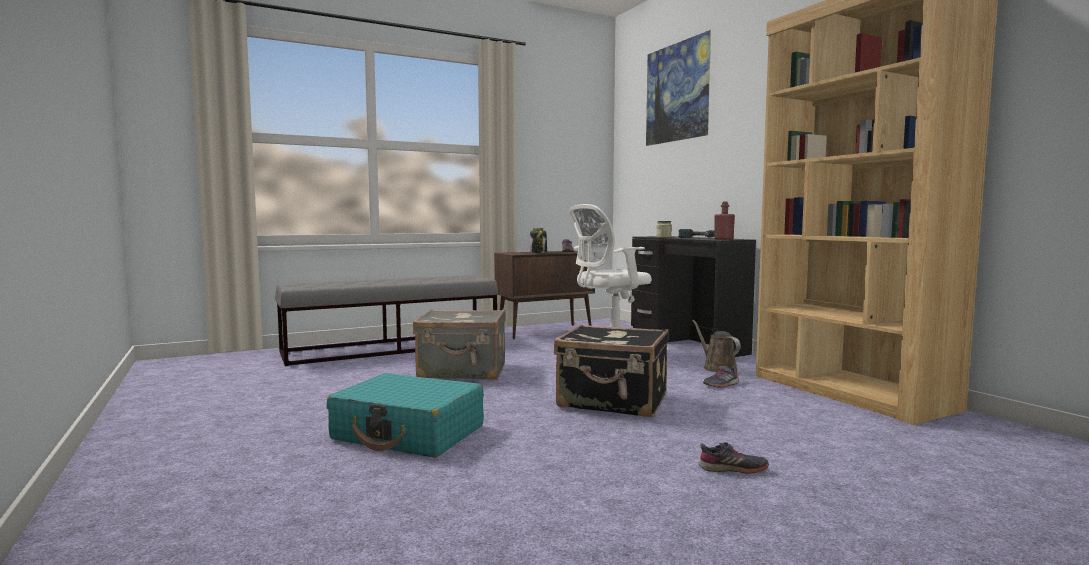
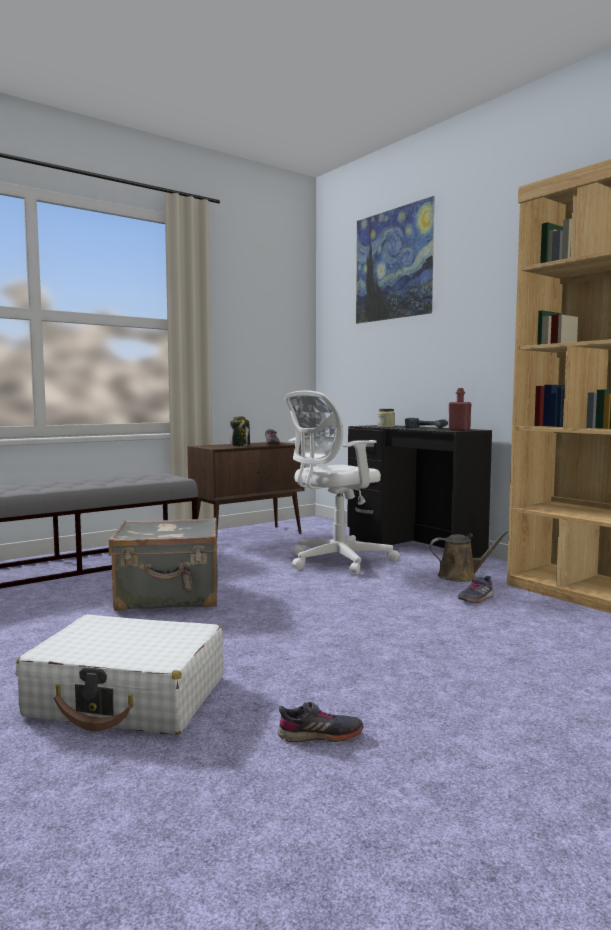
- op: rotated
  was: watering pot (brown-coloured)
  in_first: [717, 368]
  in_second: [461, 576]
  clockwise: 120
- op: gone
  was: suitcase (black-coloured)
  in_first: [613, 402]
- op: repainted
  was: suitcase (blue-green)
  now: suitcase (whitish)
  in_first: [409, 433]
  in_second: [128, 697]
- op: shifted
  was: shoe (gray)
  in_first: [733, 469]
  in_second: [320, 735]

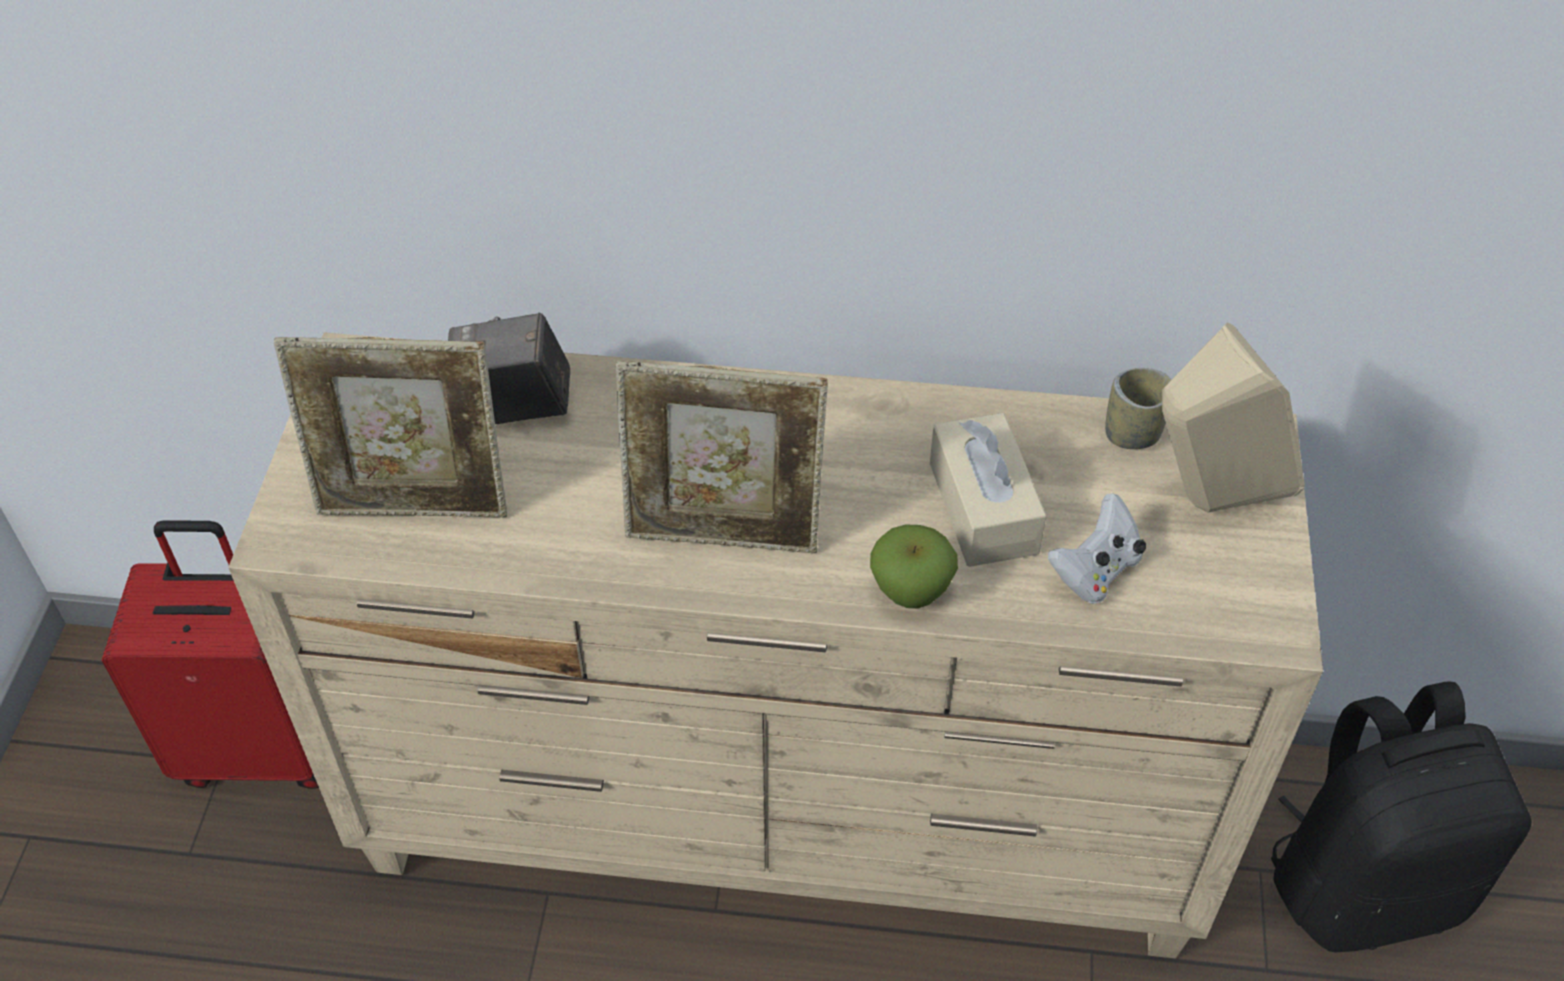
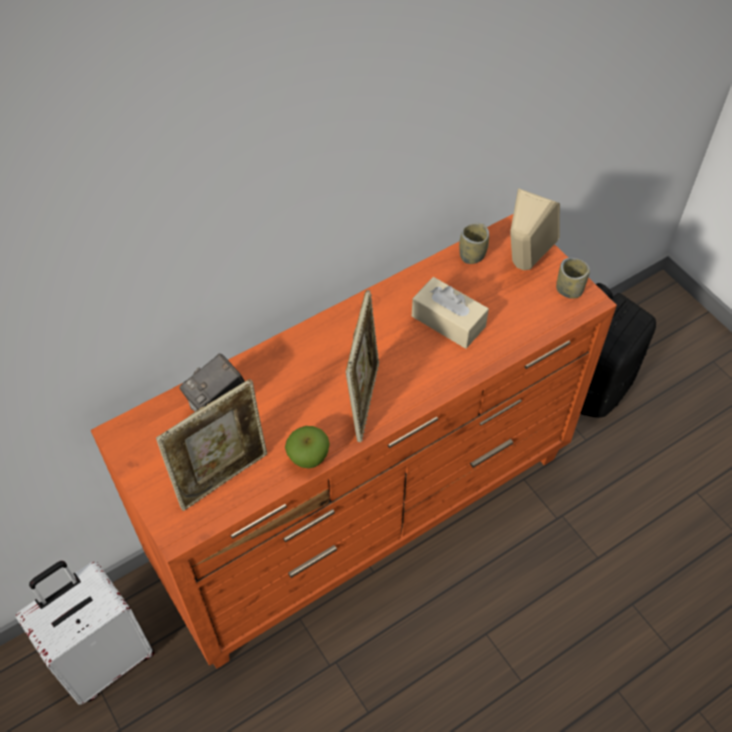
- op: repainted
  was: dresser (beige)
  now: dresser (orangey)
  in_first: [785, 818]
  in_second: [367, 514]
- op: rotated
  was: photo frame
  in_first: [724, 536]
  in_second: [364, 400]
  clockwise: -45
- op: gone
  was: gamepad (whitish)
  in_first: [1095, 571]
- op: repainted
  was: suitcase (reddish)
  now: suitcase (whitish)
  in_first: [260, 744]
  in_second: [105, 657]
- op: shifted
  was: whole apple
  in_first: [910, 591]
  in_second: [308, 458]
- op: new
  now: small cup
  in_second: [569, 290]

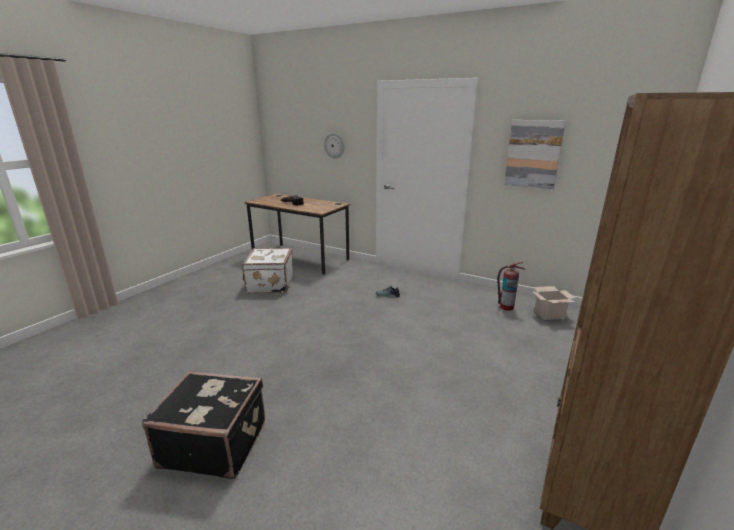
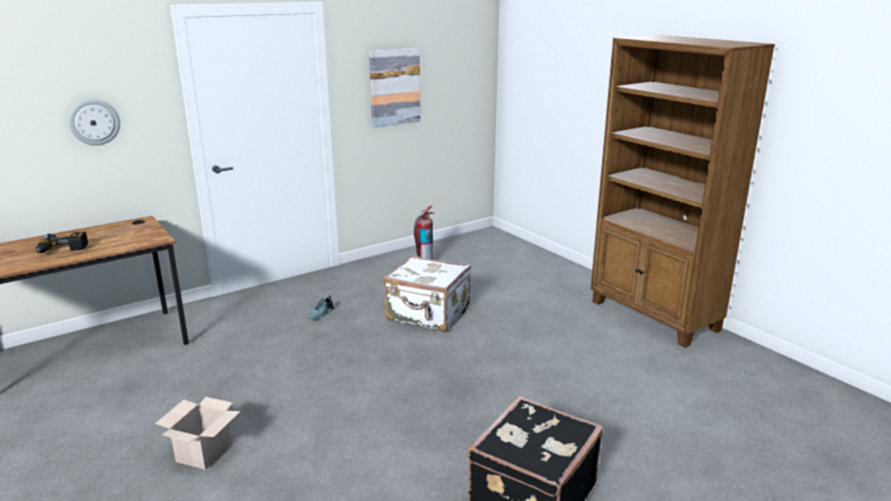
- op: shifted
  was: suitcase (whitish)
  in_first: [269, 284]
  in_second: [428, 315]
- op: shifted
  was: cardboard box
  in_first: [549, 314]
  in_second: [204, 451]

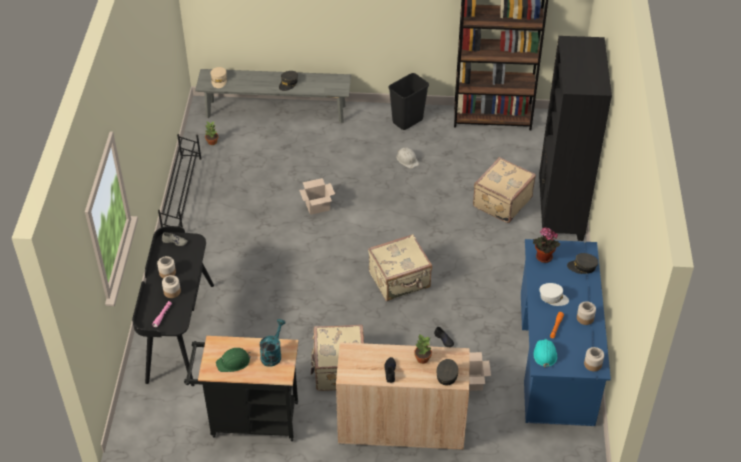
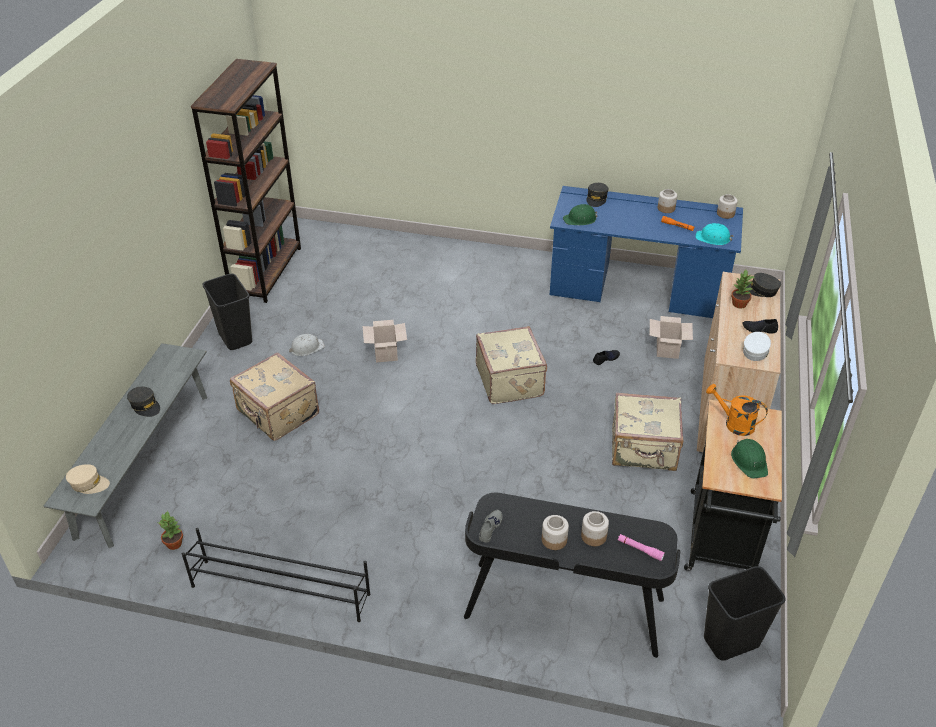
- op: gone
  was: bookshelf (black-coloured)
  in_first: [560, 211]
- op: shifted
  was: suitcase (beige)
  in_first: [501, 202]
  in_second: [277, 414]
- op: shifted
  was: cardboard box
  in_first: [317, 207]
  in_second: [386, 353]
- op: swapped
  was: plant in a pot
  now: hard hat (green-coloured)
  in_first: [543, 258]
  in_second: [580, 219]
- op: shifted
  was: baseball cap (whitish)
  in_first: [553, 298]
  in_second: [755, 351]
- op: repainted
  was: watering pot (blue-green)
  now: watering pot (orangey)
  in_first: [272, 354]
  in_second: [734, 424]
- op: new
  now: rubbish bin (black-coloured)
  in_second: [731, 642]

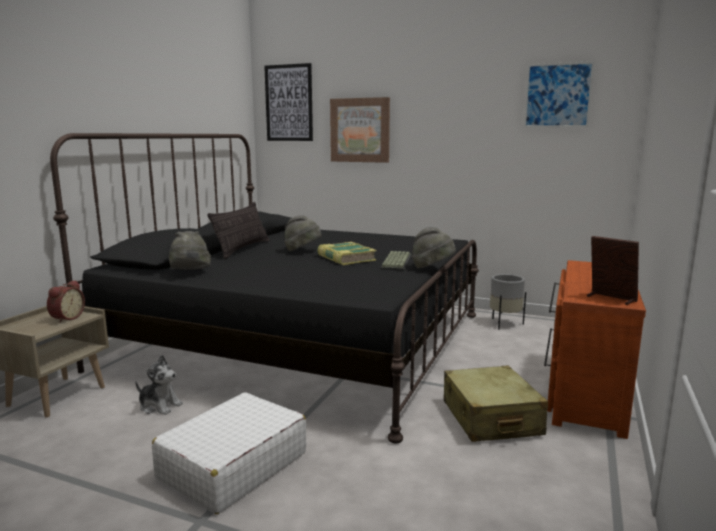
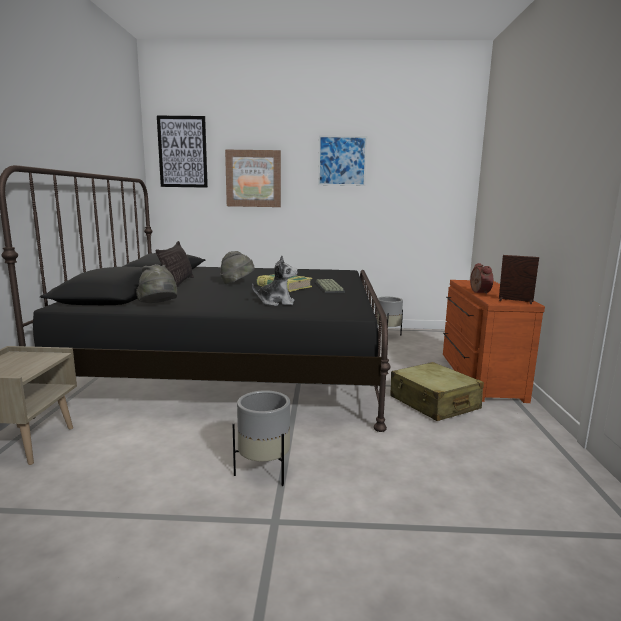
- op: shifted
  was: picture
  in_first: [557, 95]
  in_second: [342, 161]
- op: gone
  was: hat (gray)
  in_first: [432, 268]
- op: shifted
  was: bedside clock
  in_first: [66, 318]
  in_second: [478, 292]
- op: shifted
  was: plush toy
  in_first: [159, 406]
  in_second: [276, 302]
- op: swapped
  was: suitcase (whitish)
  now: flower pot (gray)
  in_first: [232, 466]
  in_second: [264, 472]

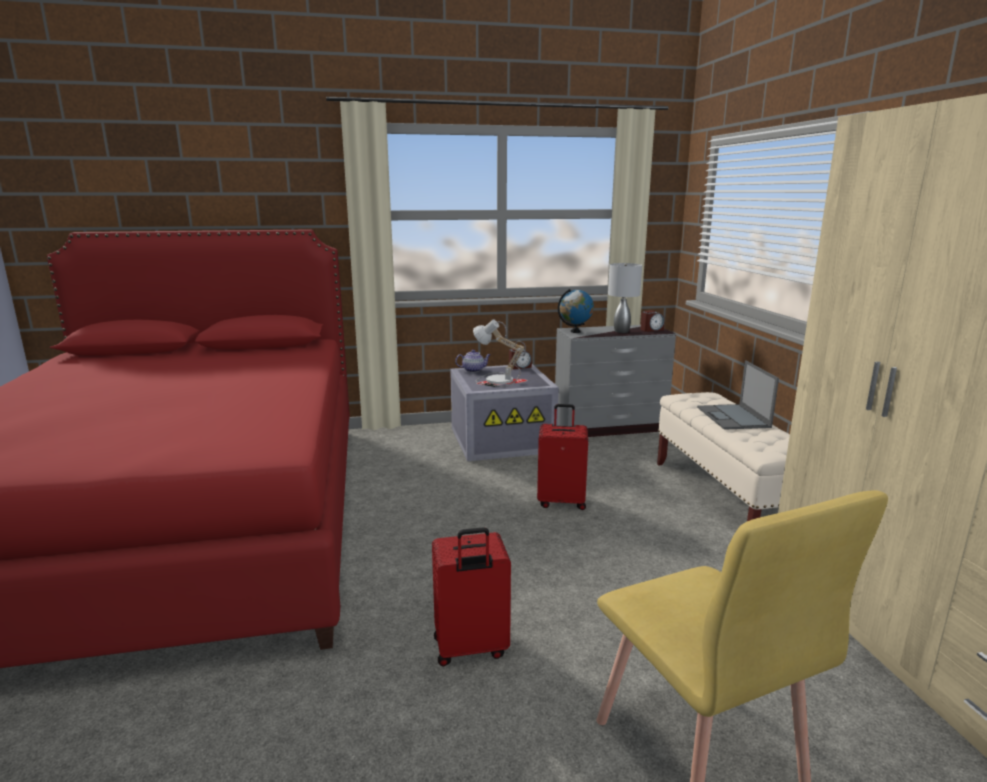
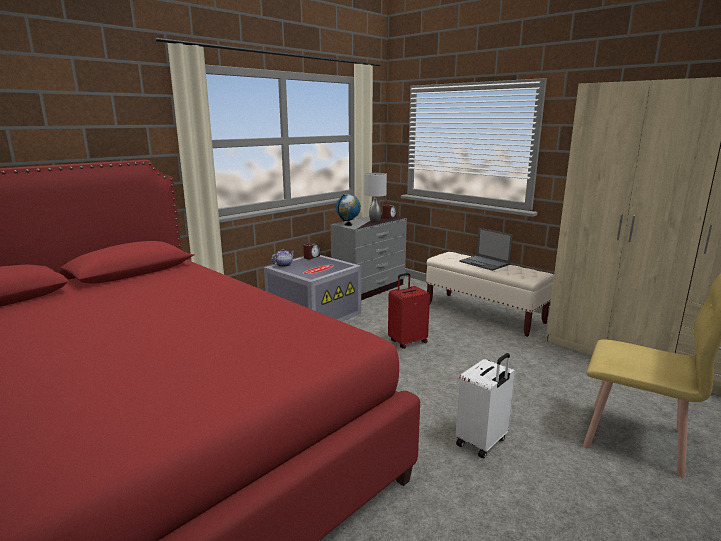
- op: gone
  was: tabletop lamp
  in_first: [496, 380]
- op: repainted
  was: suitcase (reddish)
  now: suitcase (whitish)
  in_first: [470, 649]
  in_second: [482, 442]

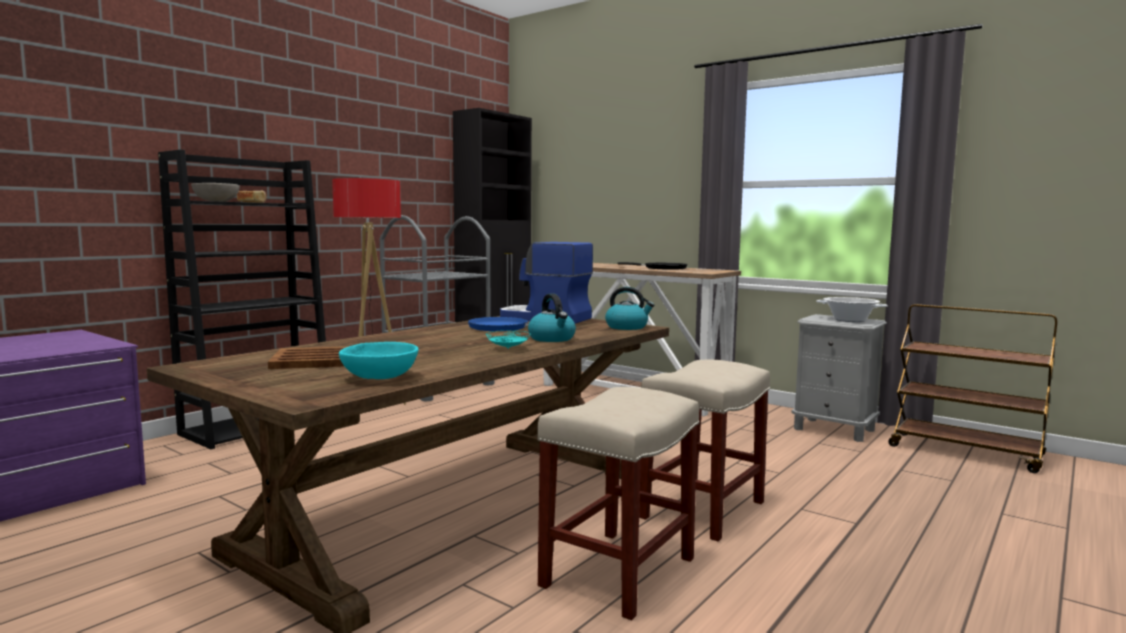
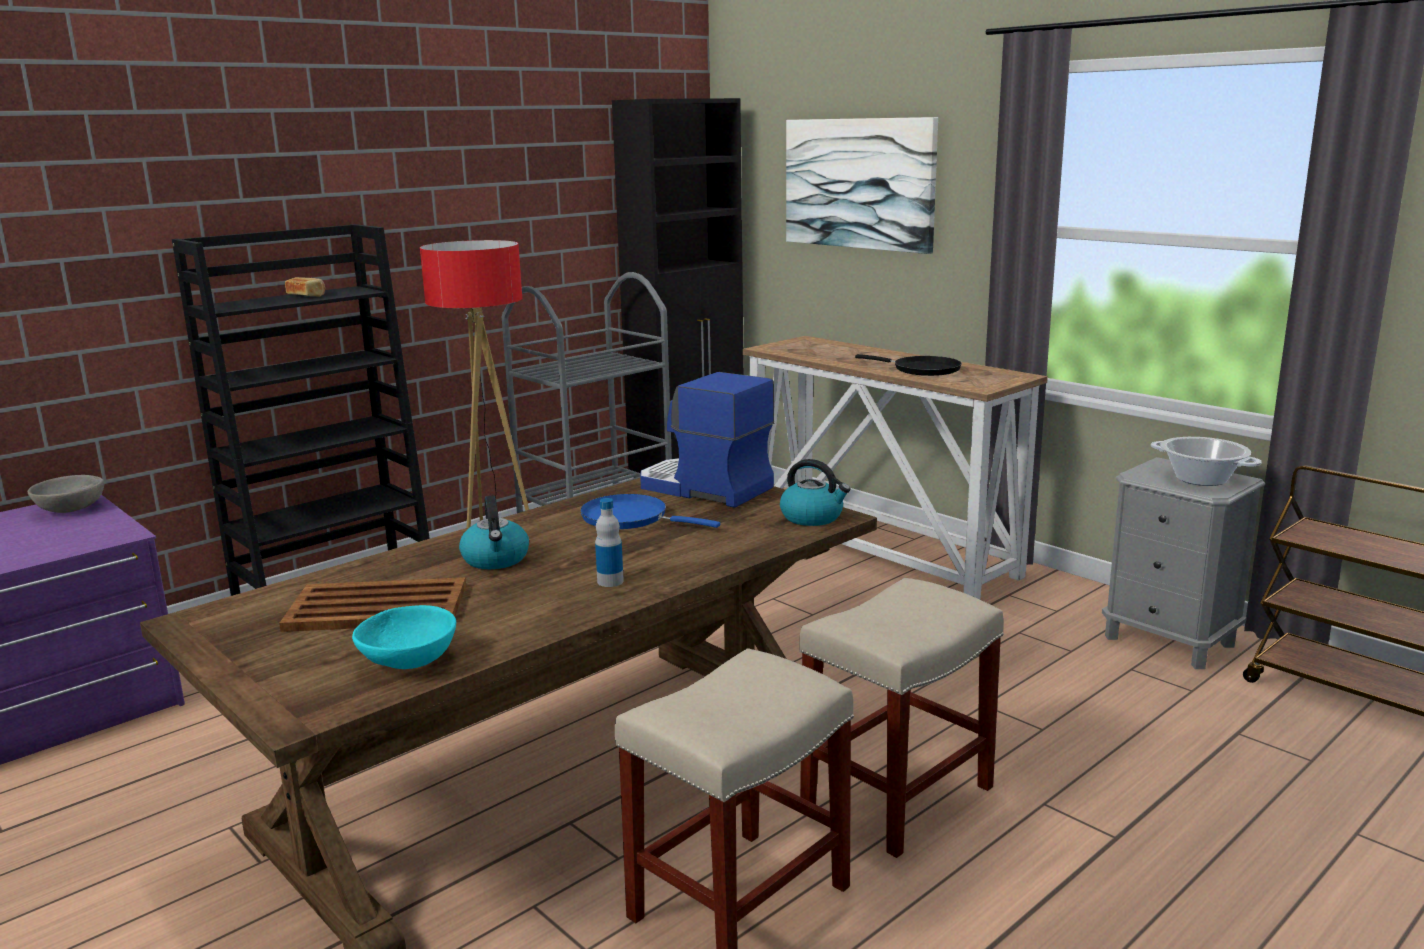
- op: shifted
  was: deep dish (gray)
  in_first: [217, 201]
  in_second: [72, 509]
- op: shifted
  was: water kettle
  in_first: [552, 339]
  in_second: [496, 560]
- op: swapped
  was: dinner plate (blue-green)
  now: beverage bottle
  in_first: [508, 348]
  in_second: [610, 581]
- op: new
  now: picture
  in_second: [859, 183]

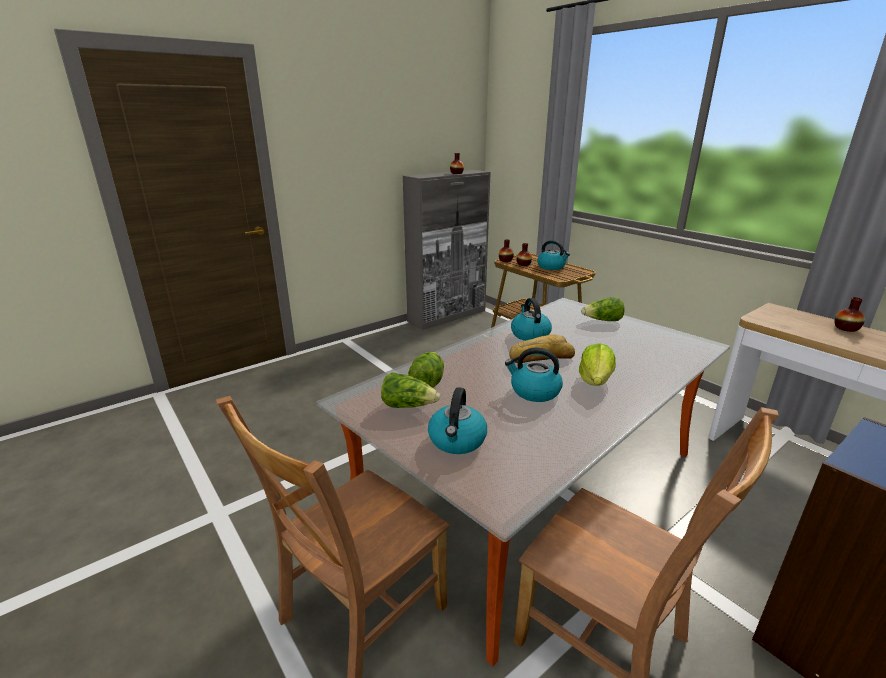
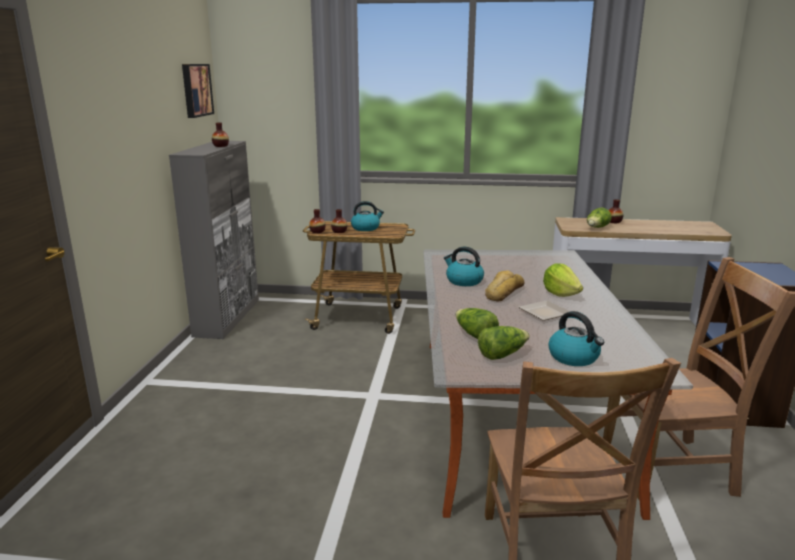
- op: shifted
  was: lettuce
  in_first: [602, 321]
  in_second: [597, 228]
- op: swapped
  was: water kettle
  now: dinner plate
  in_first: [534, 391]
  in_second: [547, 313]
- op: new
  now: picture
  in_second: [195, 90]

